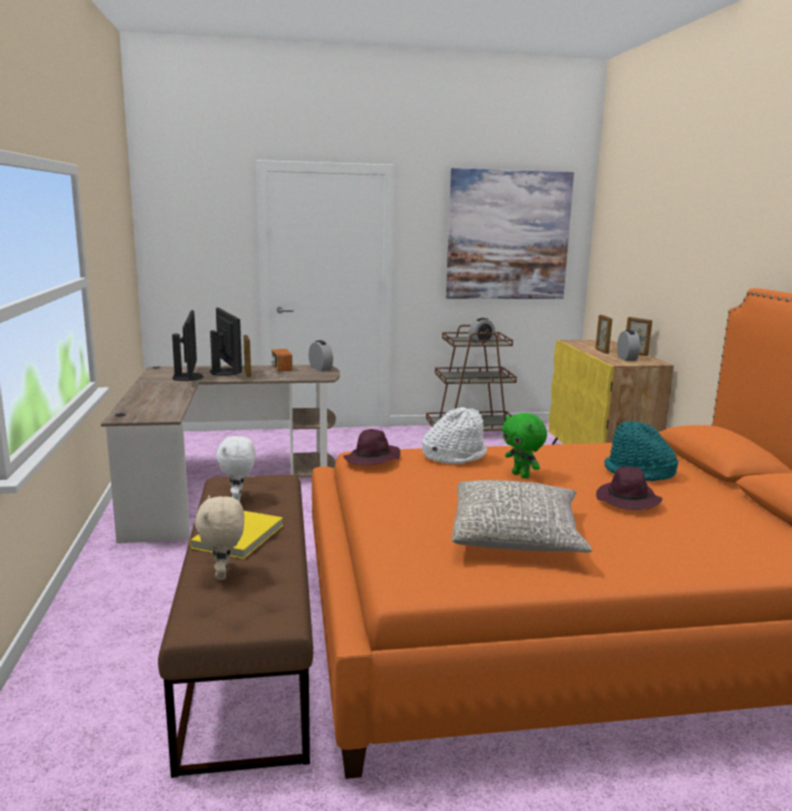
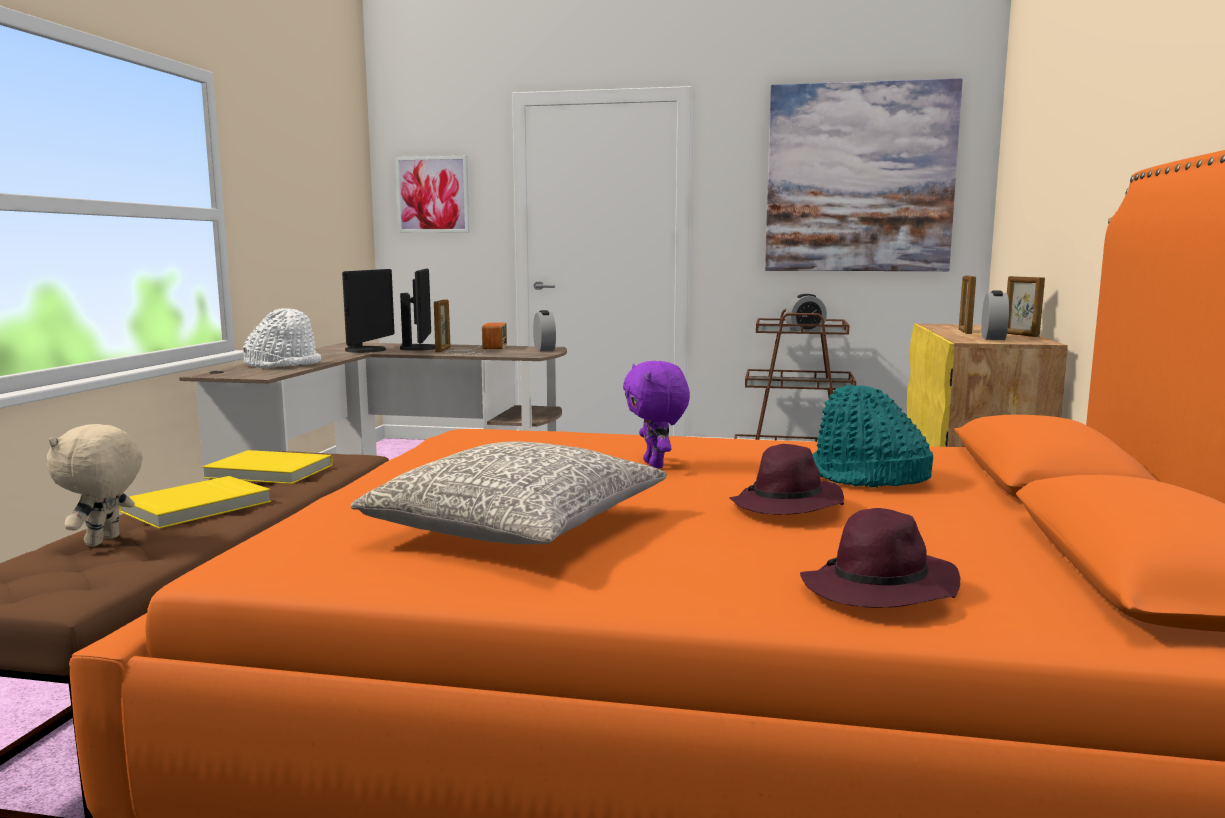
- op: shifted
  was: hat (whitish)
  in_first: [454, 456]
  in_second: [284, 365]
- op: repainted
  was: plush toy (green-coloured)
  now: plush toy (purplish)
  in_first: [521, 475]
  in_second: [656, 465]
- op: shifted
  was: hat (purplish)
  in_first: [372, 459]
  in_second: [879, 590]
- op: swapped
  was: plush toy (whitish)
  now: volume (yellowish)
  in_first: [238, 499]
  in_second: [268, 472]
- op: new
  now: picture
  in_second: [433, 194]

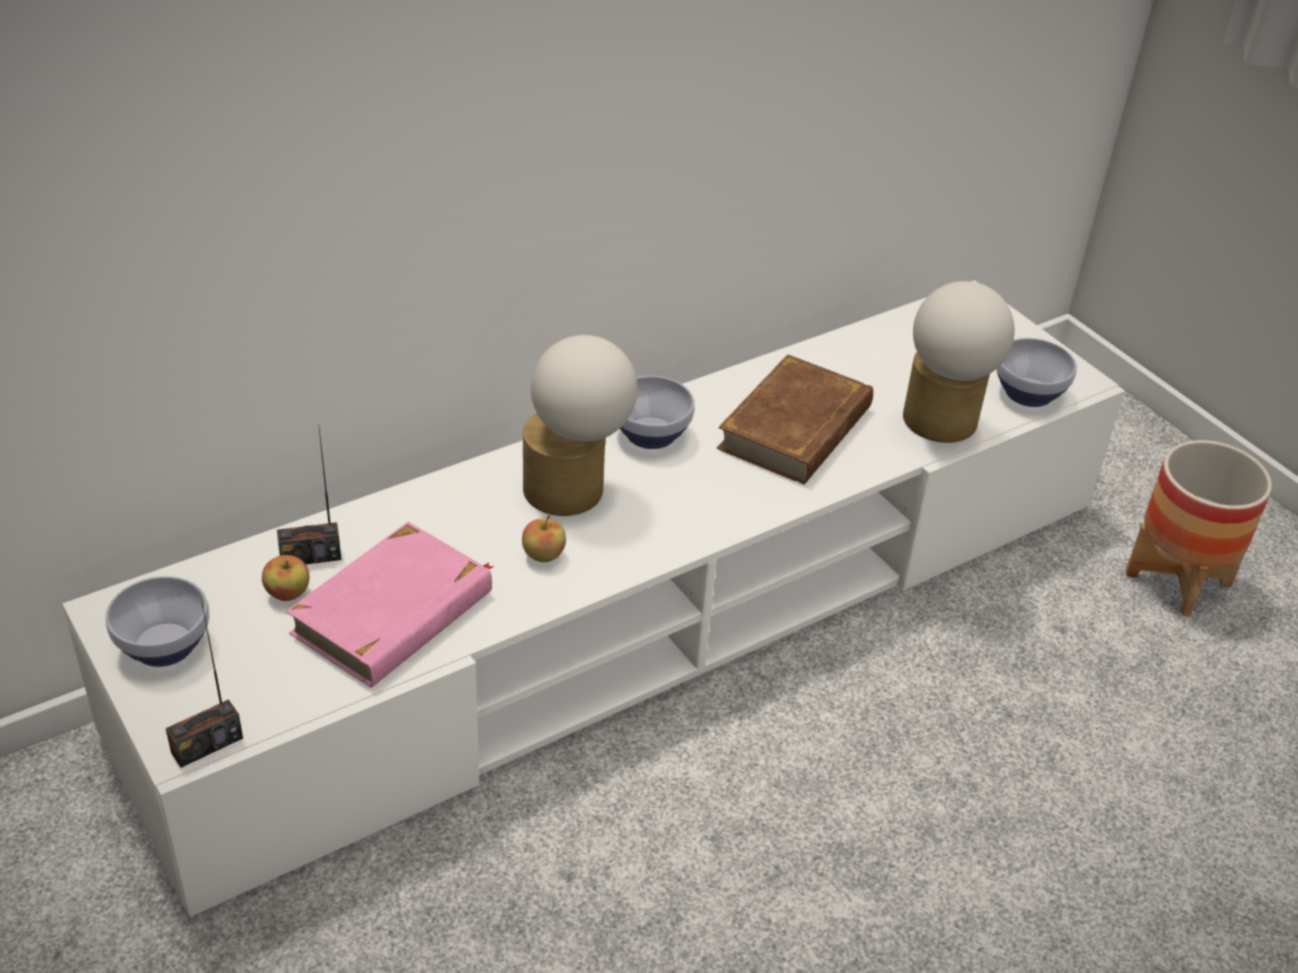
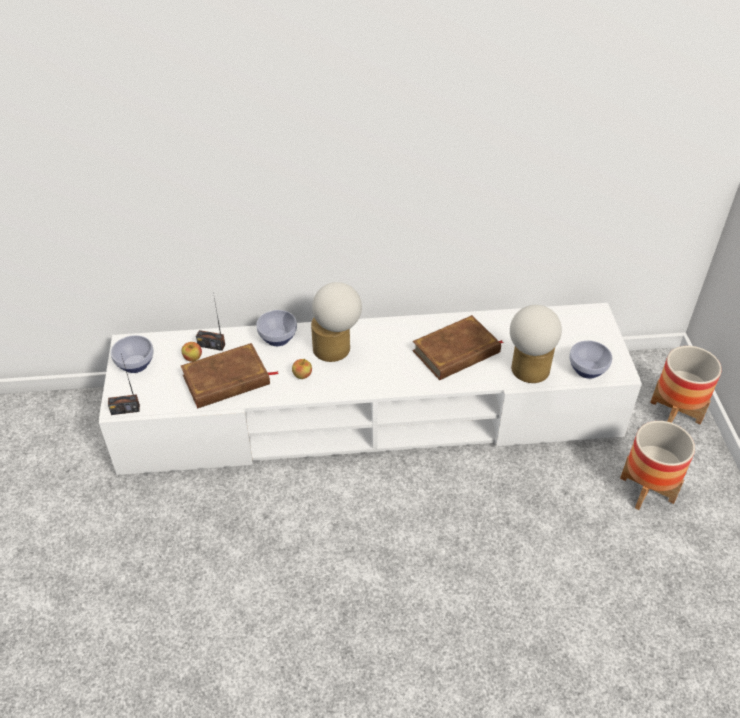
- op: shifted
  was: deep dish
  in_first: [651, 436]
  in_second: [277, 339]
- op: repainted
  was: volume (pinkish)
  now: volume (brown-coloured)
  in_first: [394, 613]
  in_second: [227, 380]
- op: new
  now: flower pot
  in_second: [675, 412]

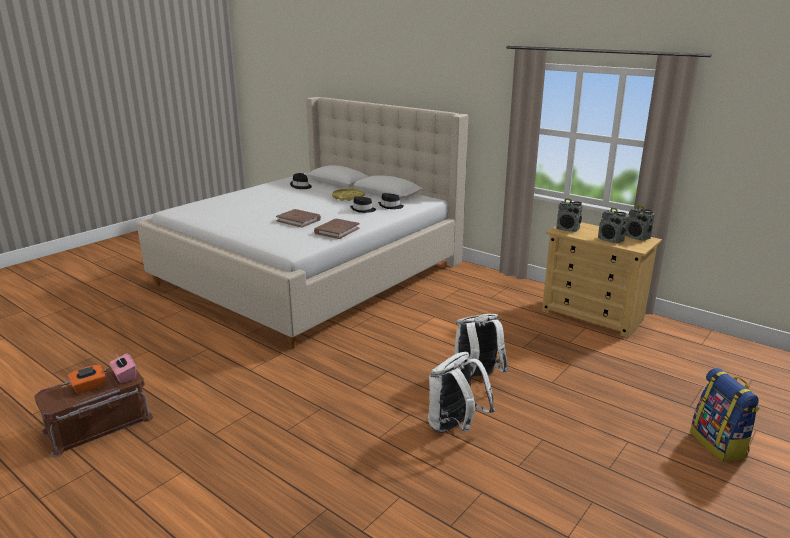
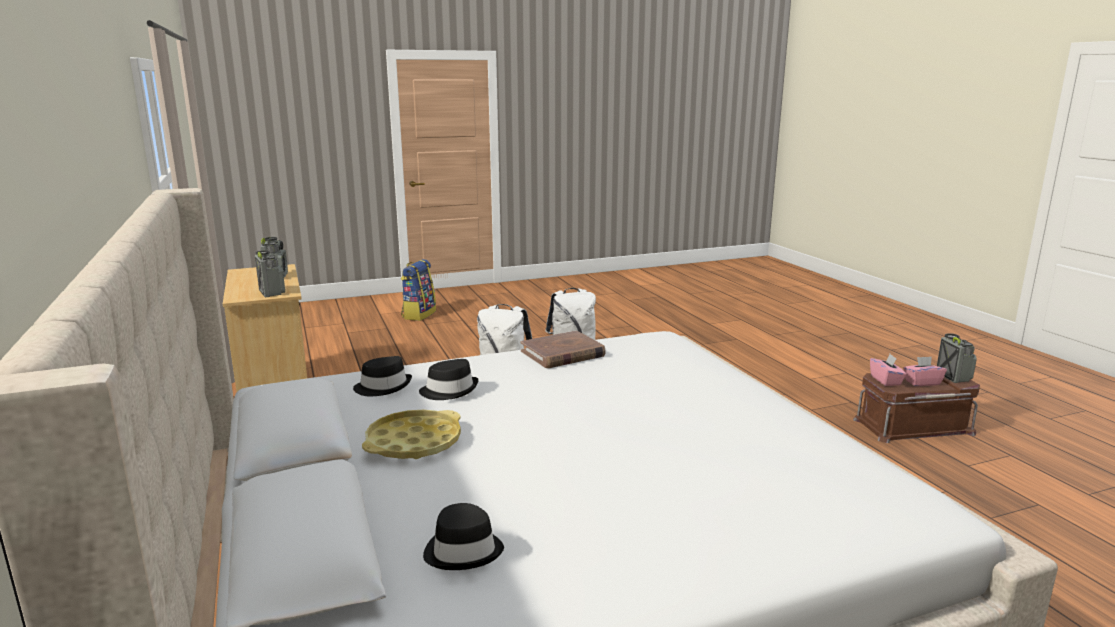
- op: shifted
  was: radio set
  in_first: [637, 237]
  in_second: [953, 376]
- op: gone
  was: volume (brown-coloured)
  in_first: [299, 220]
- op: repainted
  was: box of tissues (orangey)
  now: box of tissues (pinkish)
  in_first: [89, 387]
  in_second: [922, 382]

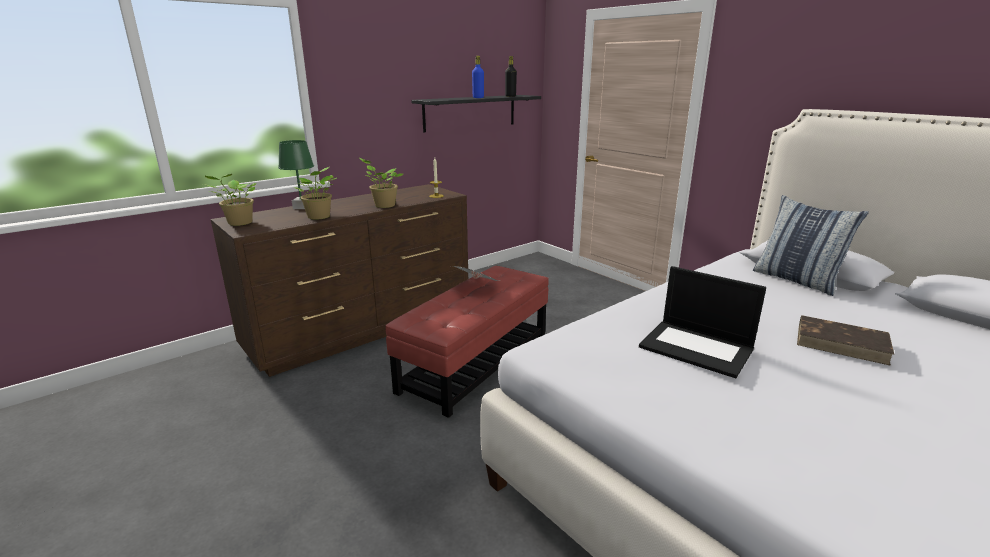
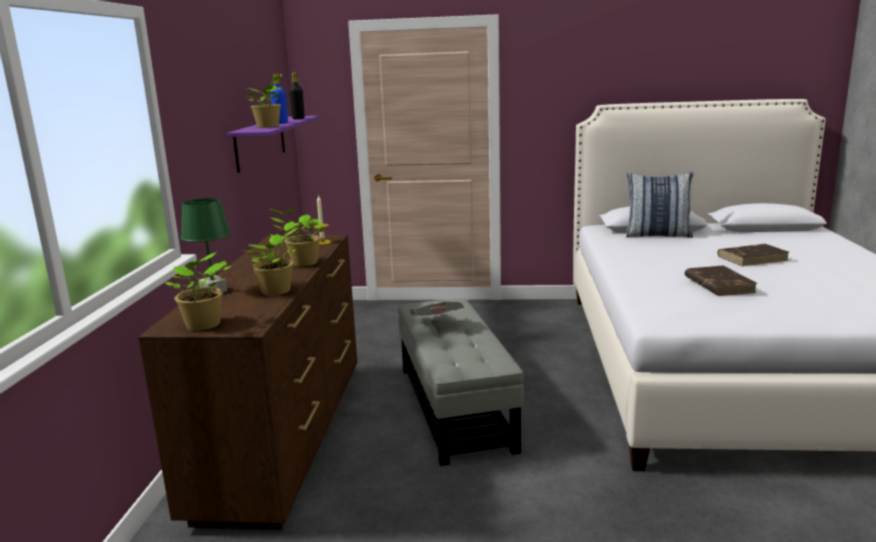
- op: repainted
  was: wall shelf (black-coloured)
  now: wall shelf (purplish)
  in_first: [470, 112]
  in_second: [260, 142]
- op: repainted
  was: pouffe (reddish)
  now: pouffe (gray)
  in_first: [475, 362]
  in_second: [453, 407]
- op: swapped
  was: laptop
  now: volume (brown-coloured)
  in_first: [697, 348]
  in_second: [718, 284]
- op: new
  now: plant in a pot
  in_second: [269, 126]

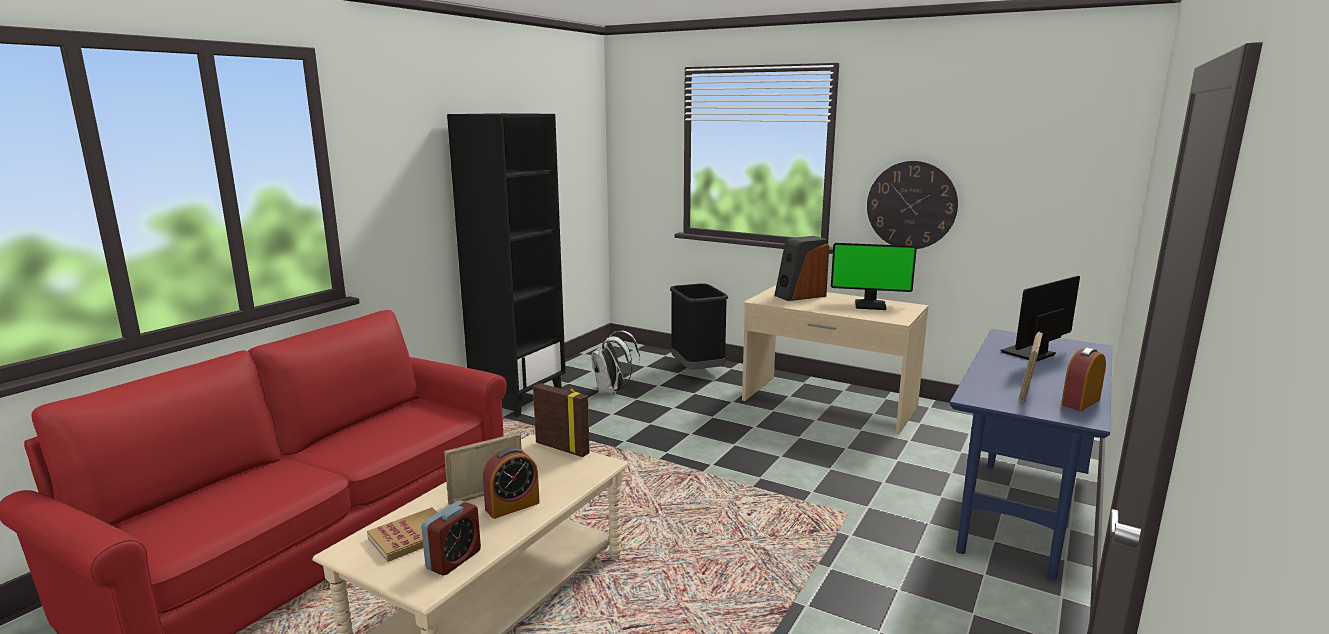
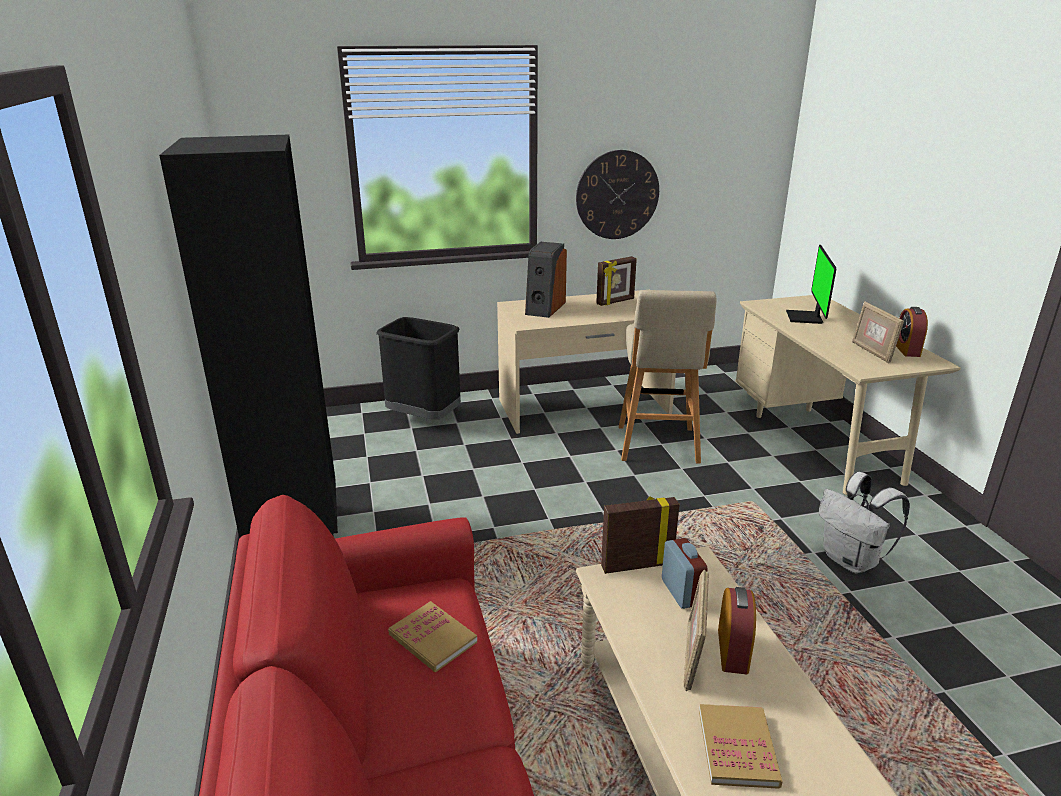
- op: swapped
  was: computer screen
  now: photo frame
  in_first: [870, 305]
  in_second: [615, 302]
- op: repainted
  was: desk unit (blue-coloured)
  now: desk unit (beige)
  in_first: [1019, 507]
  in_second: [817, 441]
- op: shifted
  was: backpack (whitish)
  in_first: [612, 392]
  in_second: [852, 561]
- op: shifted
  was: bedside clock
  in_first: [454, 560]
  in_second: [681, 592]
- op: new
  now: stool seat (beige)
  in_second: [658, 446]
- op: new
  now: volume
  in_second: [432, 638]

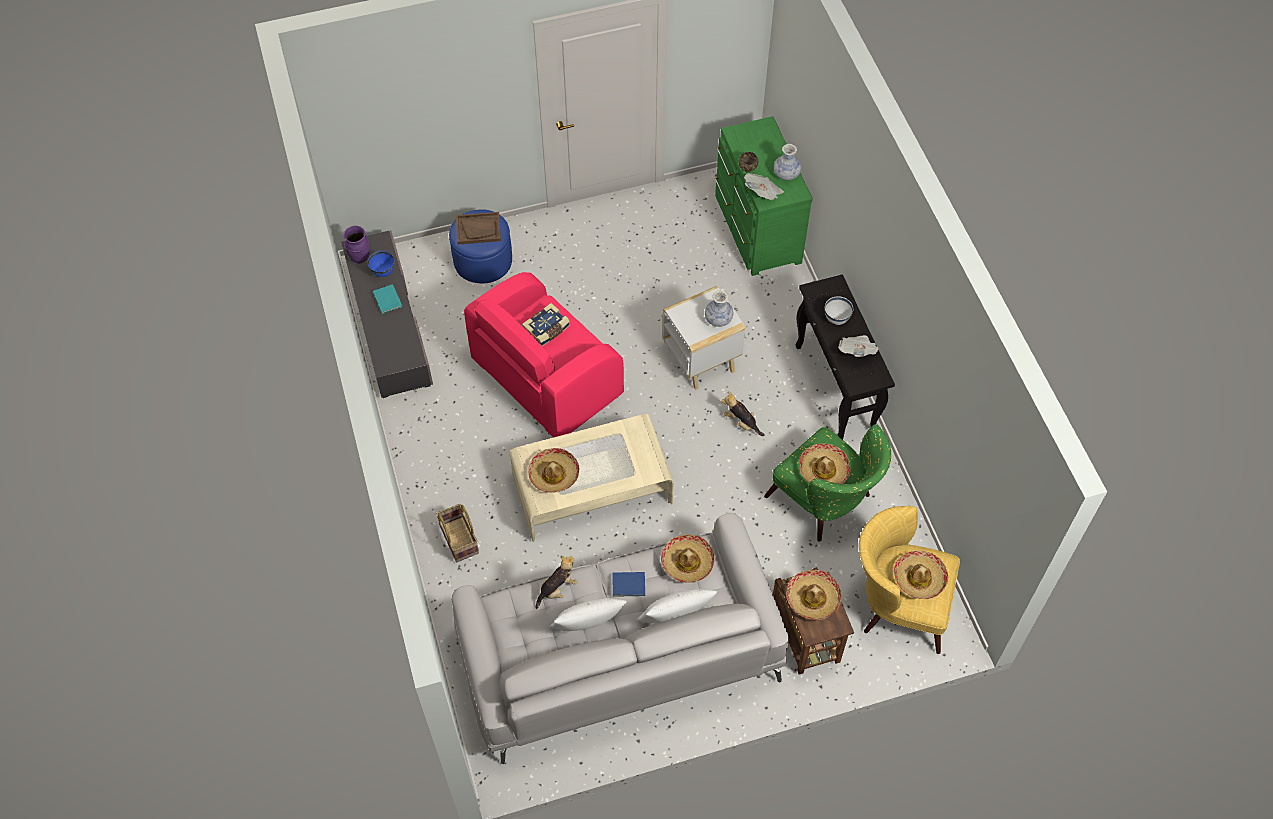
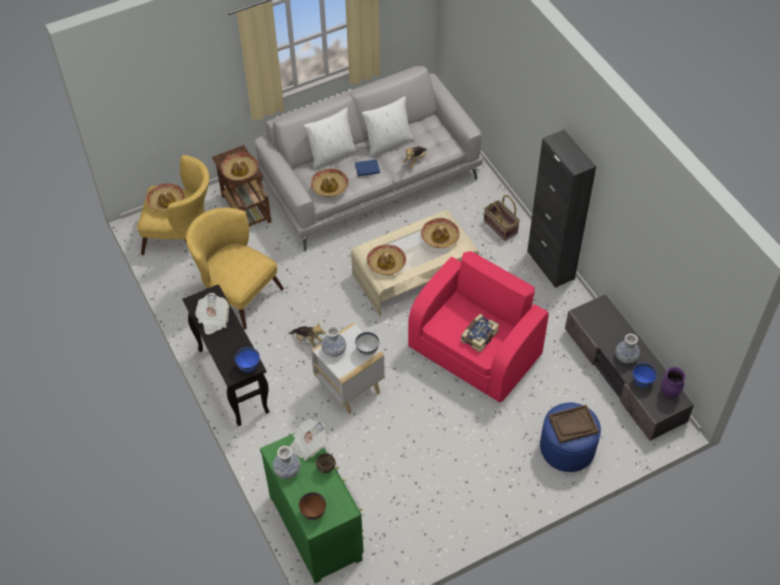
- op: swapped
  was: volume (blue-green)
  now: decorative vase
  in_first: [387, 300]
  in_second: [626, 357]
- op: shifted
  was: deep dish (whitish)
  in_first: [836, 319]
  in_second: [367, 351]
- op: repainted
  was: armchair (green-coloured)
  now: armchair (yellowish)
  in_first: [825, 503]
  in_second: [236, 291]
- op: shifted
  was: hat
  in_first: [823, 470]
  in_second: [386, 263]
- op: new
  now: cupboard (black-coloured)
  in_second: [550, 265]
- op: new
  now: deep dish (blue-coloured)
  in_second: [248, 367]
- op: new
  now: deep dish (brown-coloured)
  in_second: [313, 513]

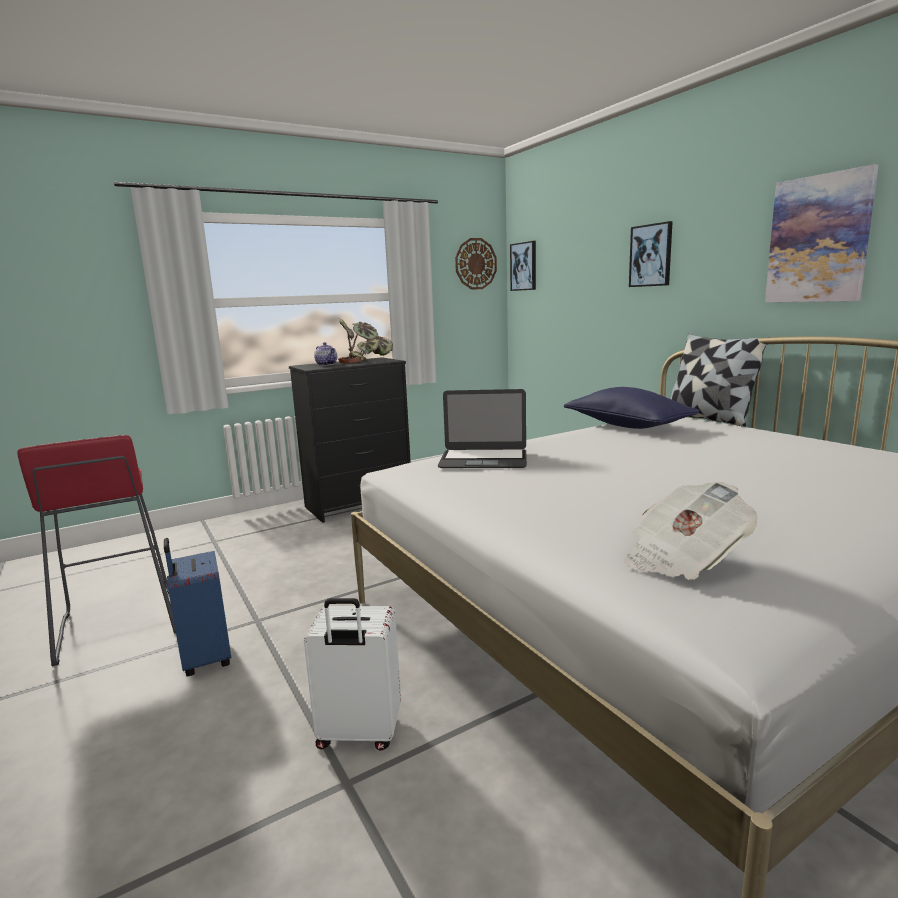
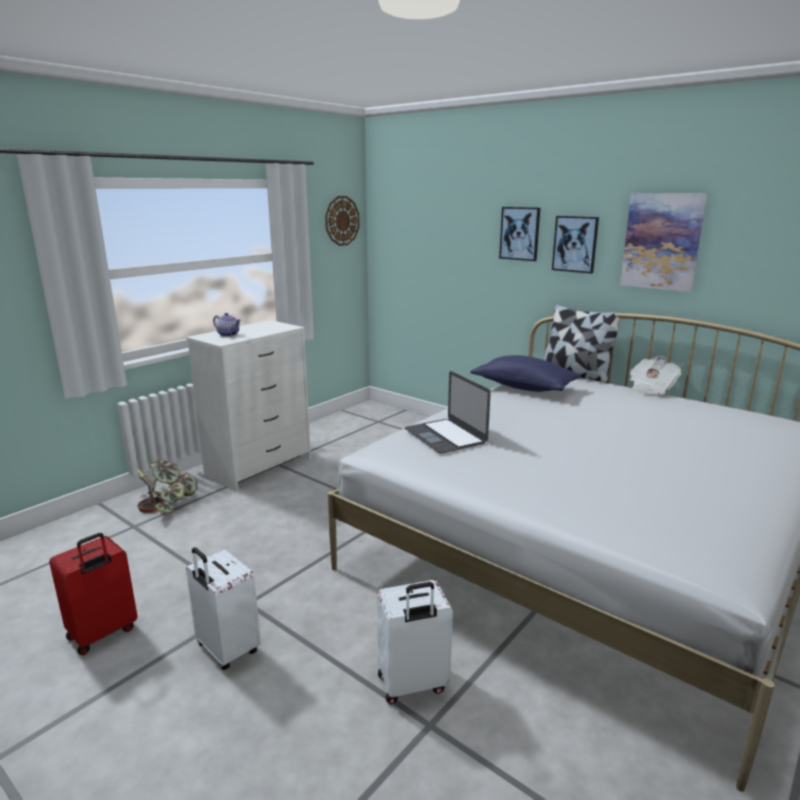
- op: shifted
  was: picture
  in_first: [524, 266]
  in_second: [575, 244]
- op: shifted
  was: plant in a pot
  in_first: [365, 361]
  in_second: [168, 504]
- op: repainted
  was: dresser (black-coloured)
  now: dresser (whitish)
  in_first: [359, 504]
  in_second: [259, 467]
- op: rotated
  was: laptop
  in_first: [483, 459]
  in_second: [445, 436]
  clockwise: 75
- op: swapped
  was: stool seat (reddish)
  now: suitcase (reddish)
  in_first: [117, 625]
  in_second: [103, 634]
- op: shifted
  was: newspaper
  in_first: [682, 559]
  in_second: [650, 388]
- op: repainted
  was: suitcase (blue-coloured)
  now: suitcase (whitish)
  in_first: [205, 659]
  in_second: [226, 650]

